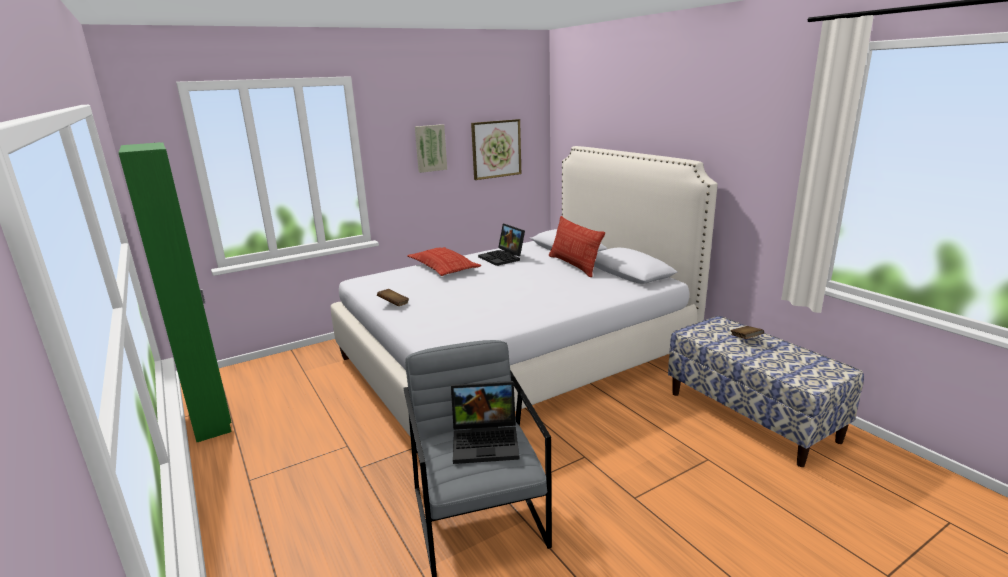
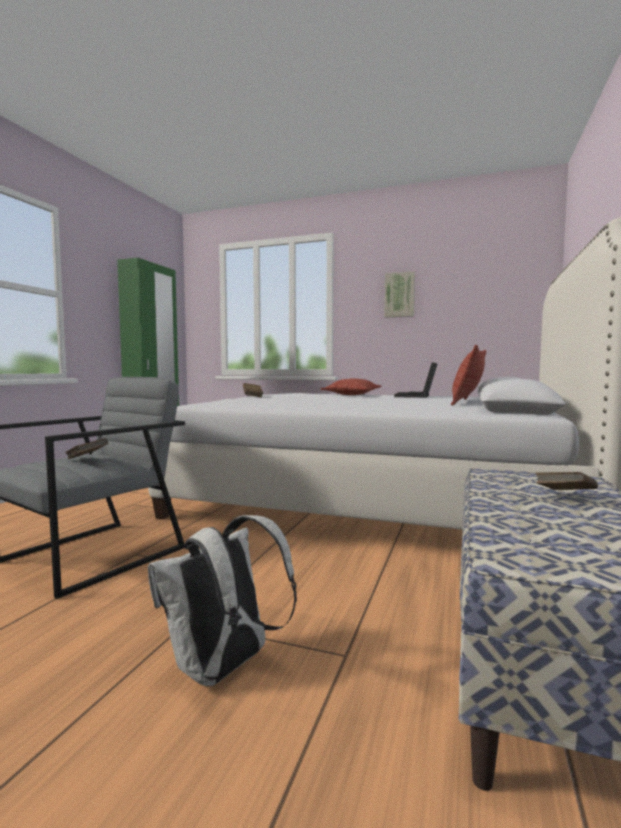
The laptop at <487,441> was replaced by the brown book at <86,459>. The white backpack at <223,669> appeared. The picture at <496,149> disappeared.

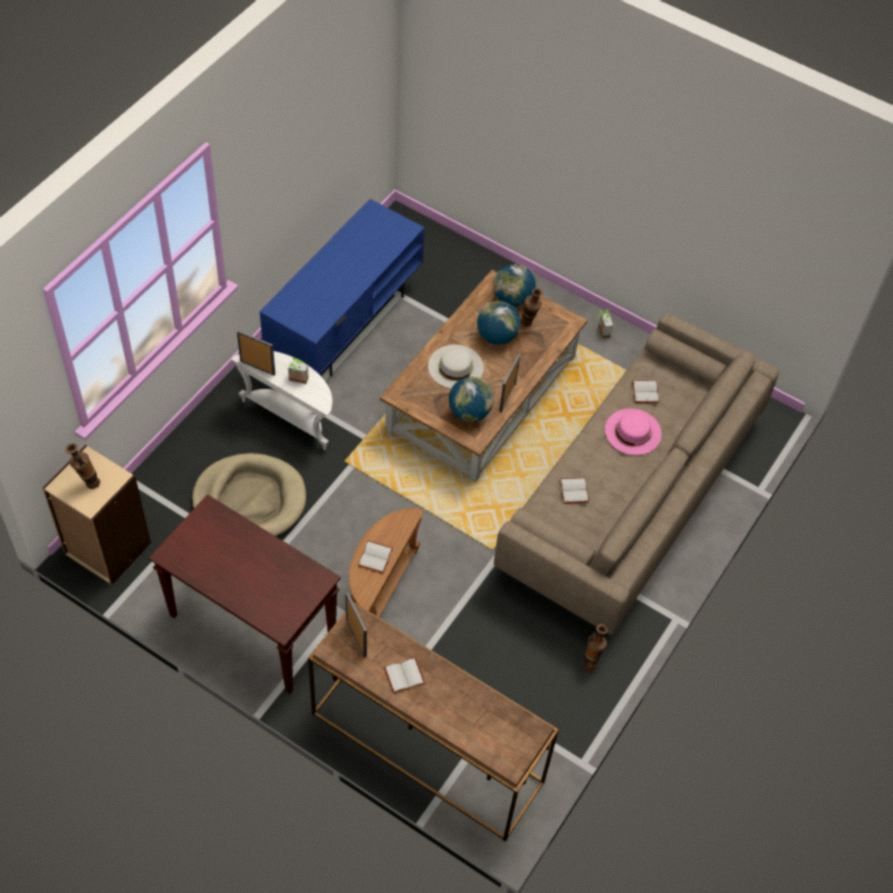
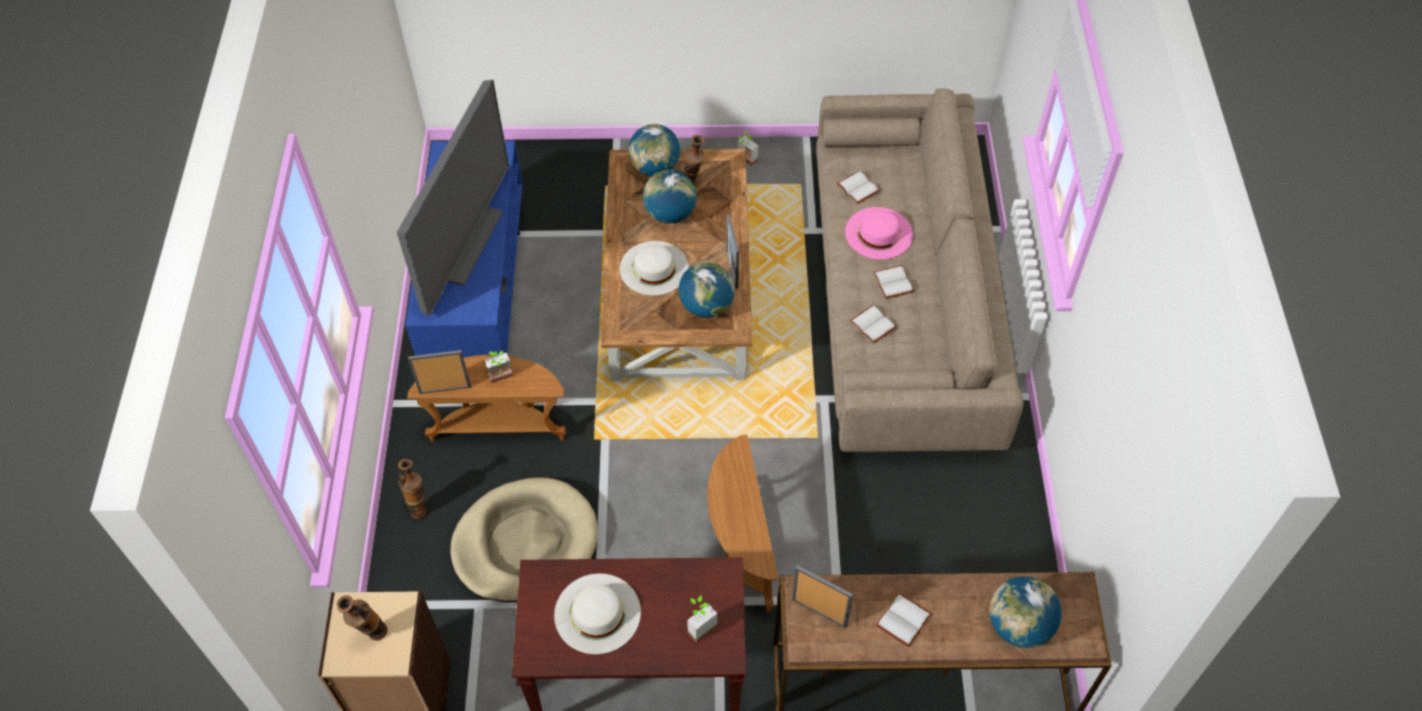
The television at <462,241> appeared. The vase moved from <591,662> to <419,507>. The white side table at <291,416> became the brown side table at <498,426>. The white hat at <597,613> appeared. The potted plant at <698,625> appeared. The white book moved from <376,558> to <894,283>. The globe at <1018,626> appeared.

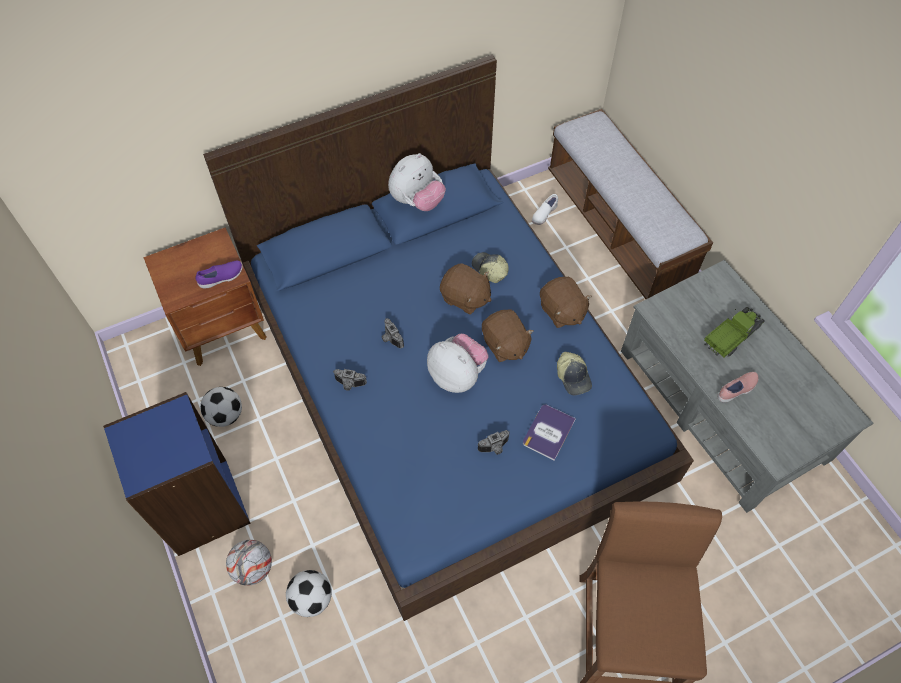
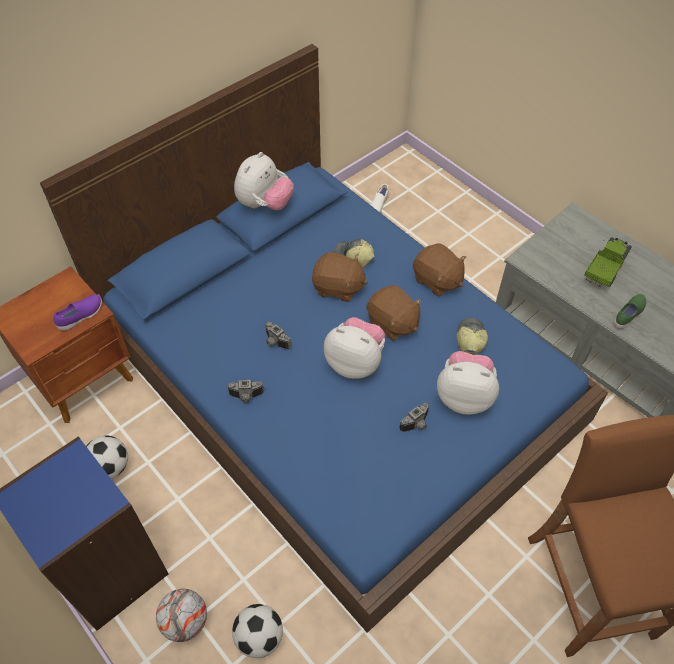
The book at <548,432> was replaced by the plush toy at <464,396>. The cap at <573,377> turned 135 degrees counterclockwise. The pink shoe at <737,390> became the green shoe at <629,315>. The bench at <617,227> disappeared.

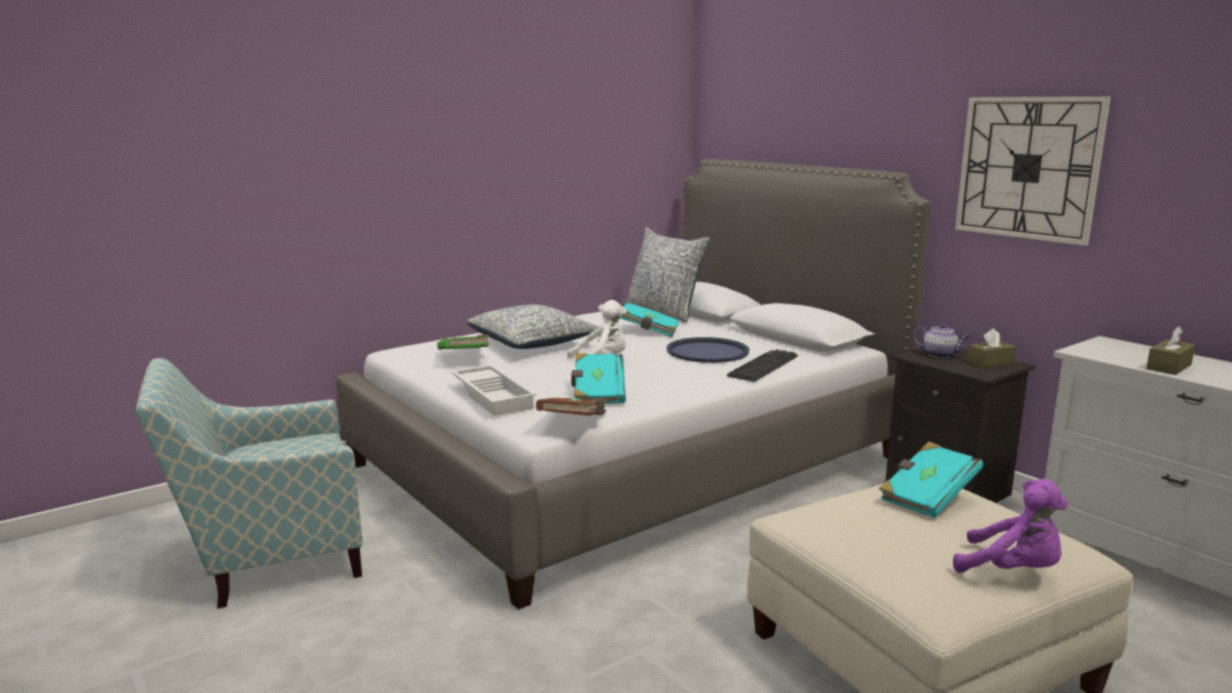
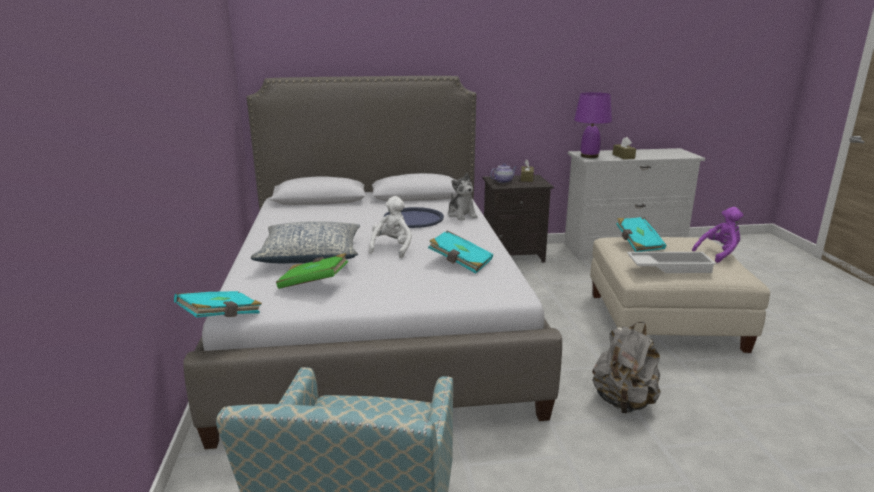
The turquoise book moved from <649,331> to <221,317>. The keyboard at <763,366> was replaced by the plush toy at <462,215>. The purple table lamp at <589,156> appeared. The grey backpack at <624,402> appeared. The white tray moved from <494,396> to <669,266>. The brown book at <575,423> disappeared. The pillow at <664,312> disappeared. The wall clock at <1028,168> disappeared.

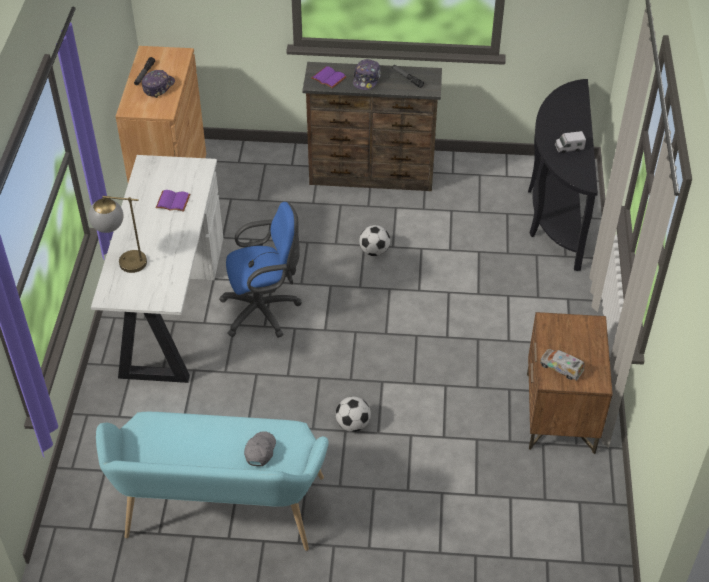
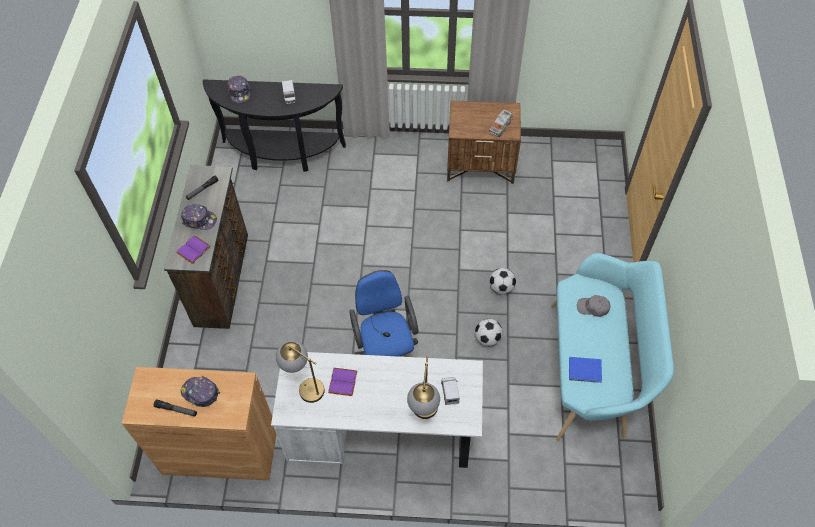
The cap at <239,92> appeared. The table lamp at <304,386> appeared. The toy truck at <450,392> appeared. The football moved from <374,251> to <487,338>. The blue book at <585,371> appeared.

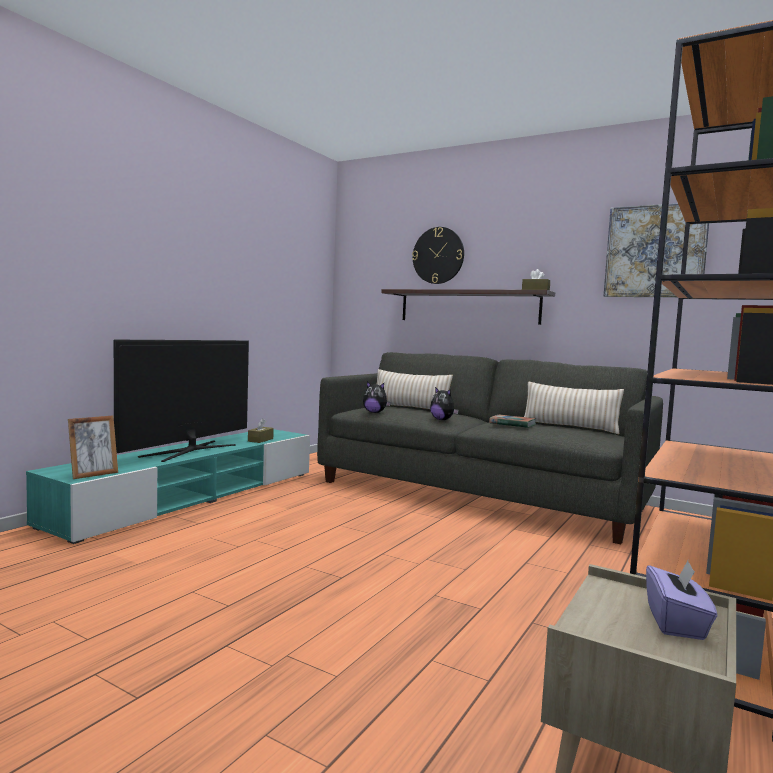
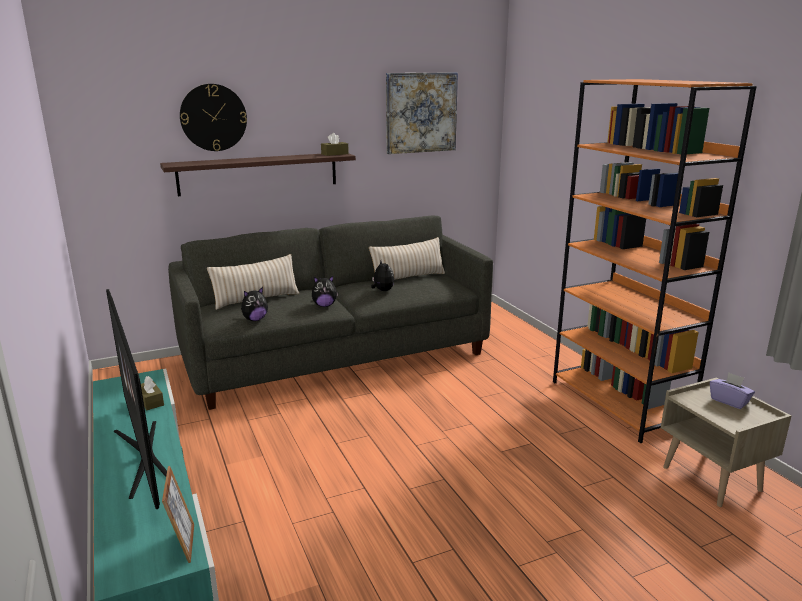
The book at <512,424> was replaced by the plush toy at <382,290>.

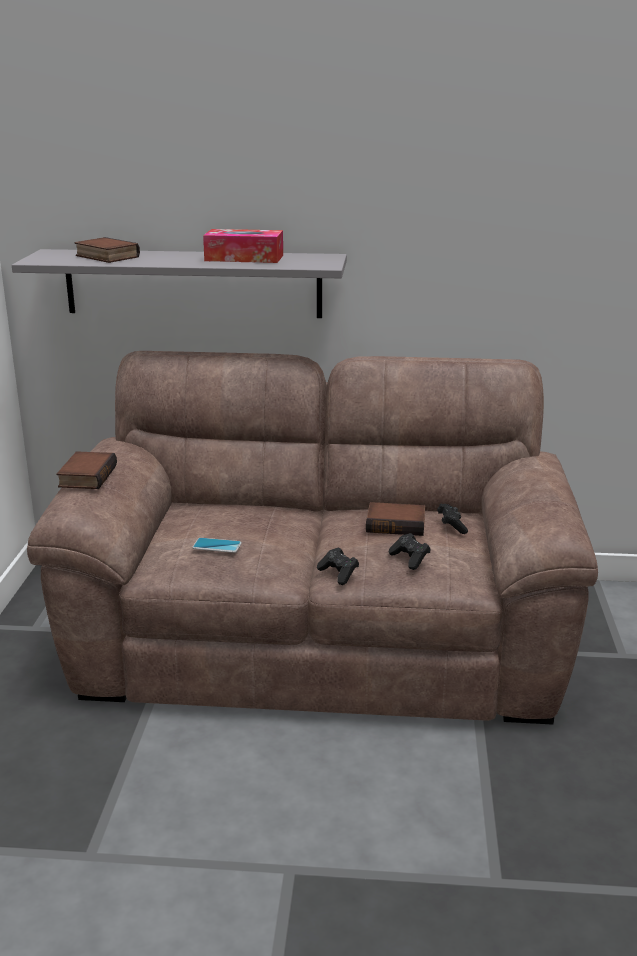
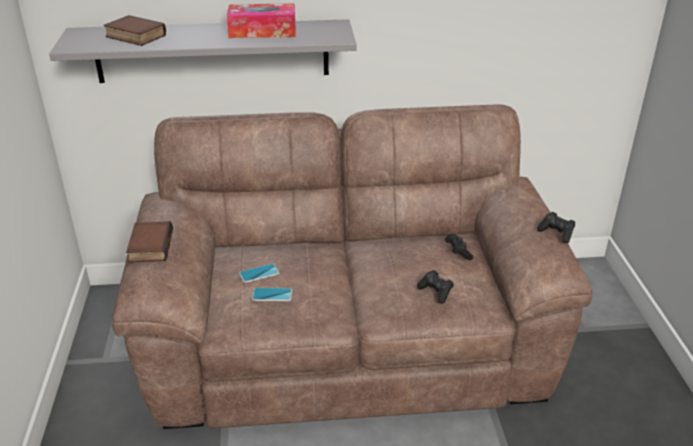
The phone at <259,273> appeared. The black game controller moved from <338,574> to <556,233>. The book at <396,524> disappeared.

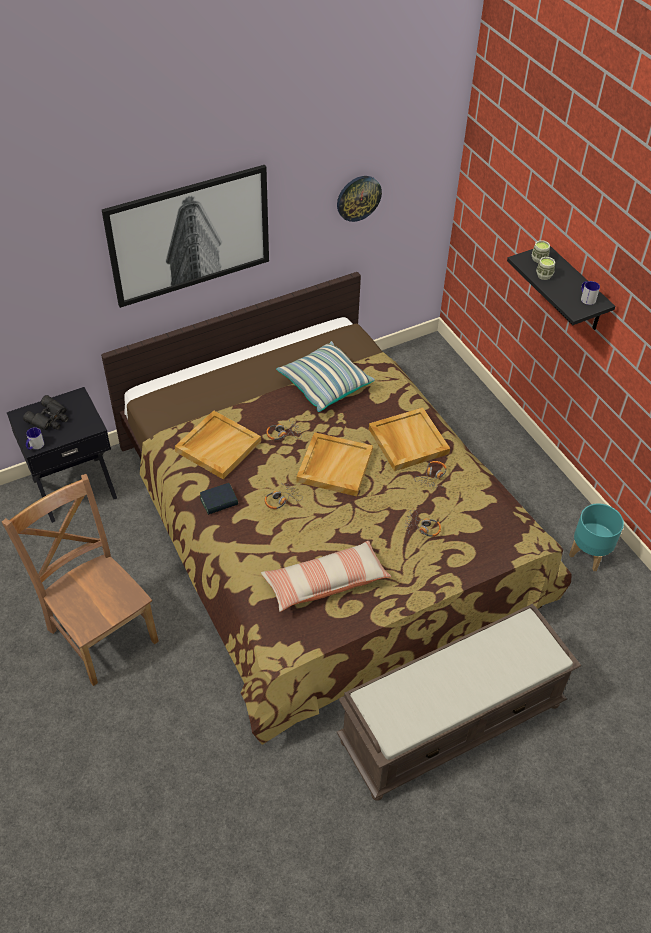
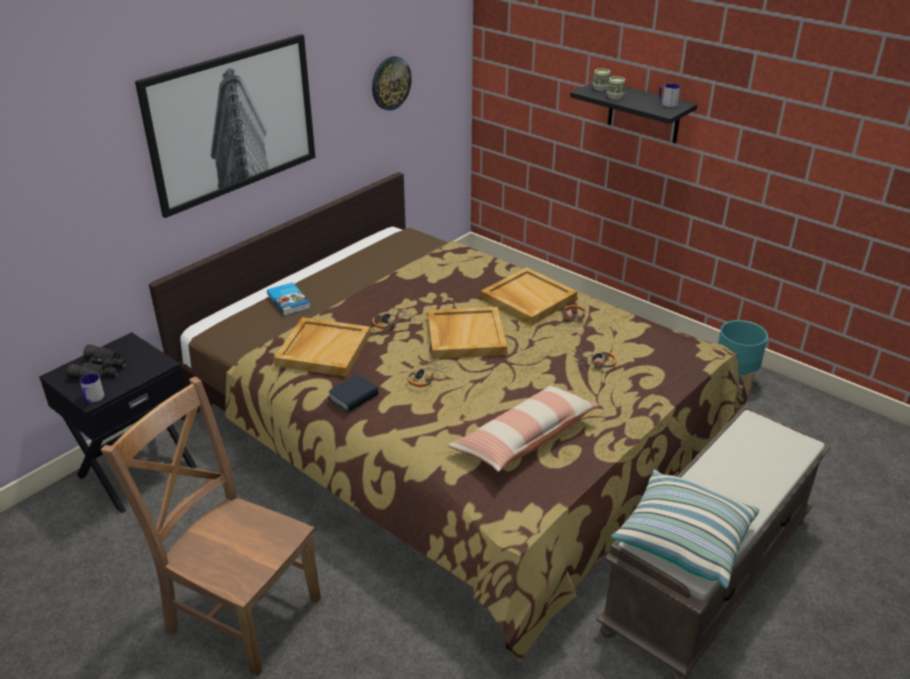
The book at <289,301> appeared. The pillow moved from <324,385> to <683,540>.

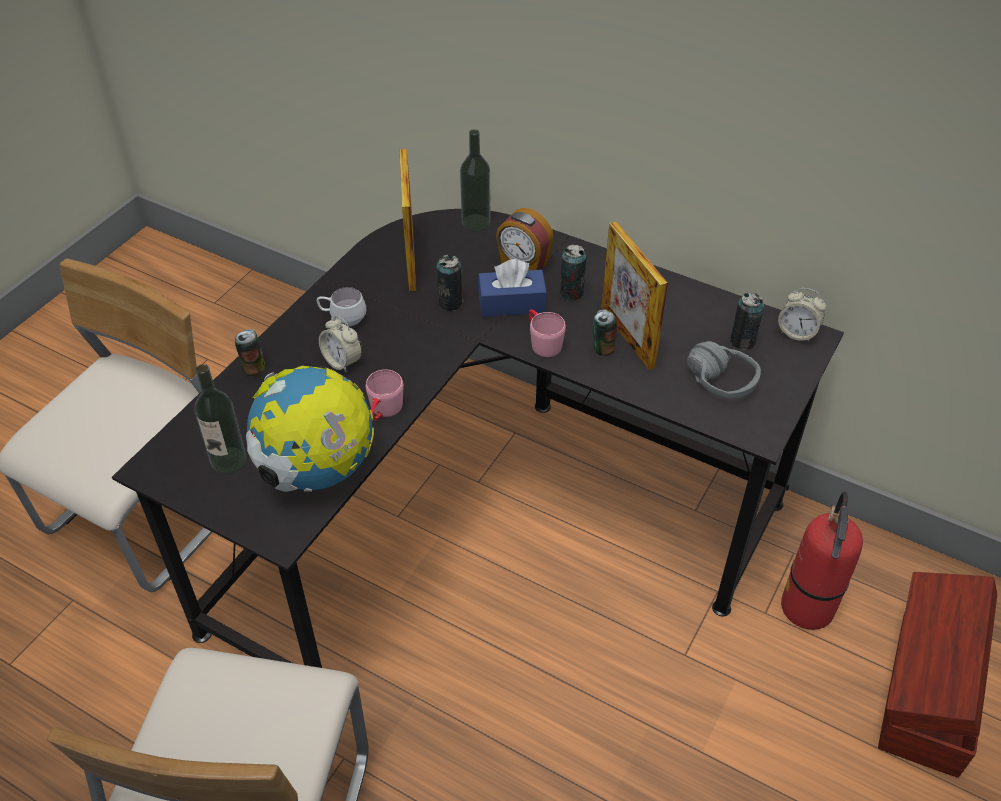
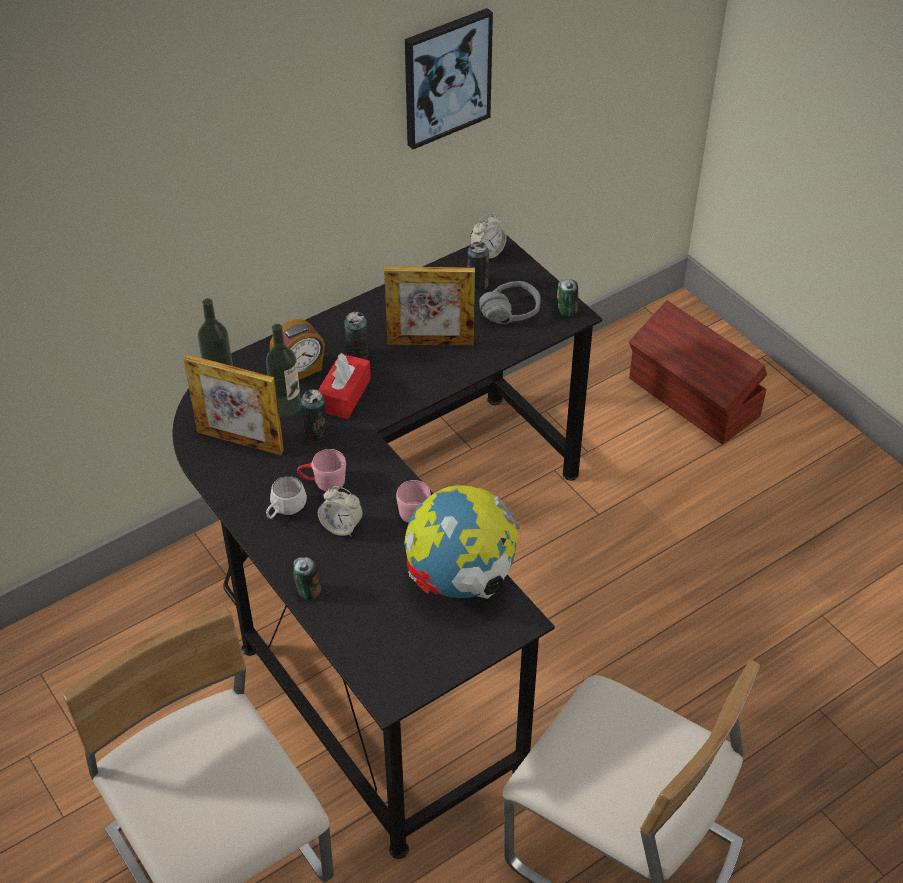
The bottle moved from <228,460> to <286,406>. The pink mug moved from <542,342> to <323,482>. The blue tissue box at <512,303> became the red tissue box at <344,395>. The alarm clock at <342,361> turned 45 degrees clockwise. The picture at <446,77> appeared. The can moved from <602,348> to <566,311>. The fire extinguisher at <807,608> disappeared.

